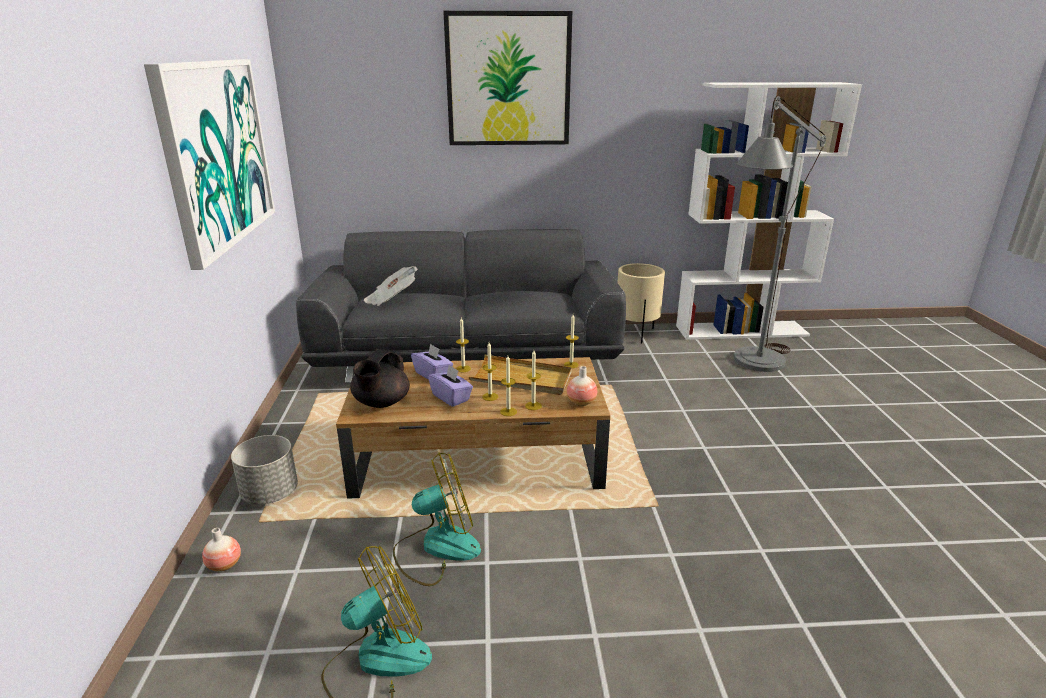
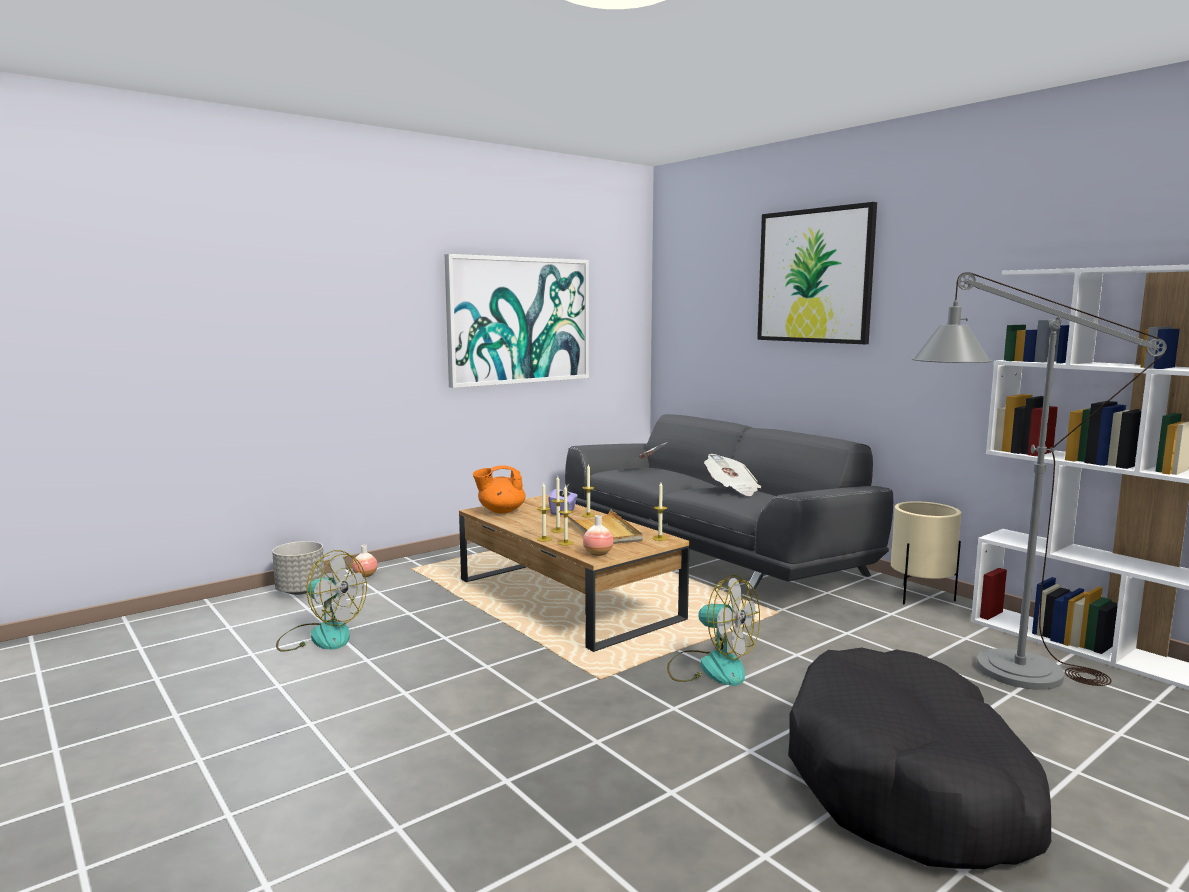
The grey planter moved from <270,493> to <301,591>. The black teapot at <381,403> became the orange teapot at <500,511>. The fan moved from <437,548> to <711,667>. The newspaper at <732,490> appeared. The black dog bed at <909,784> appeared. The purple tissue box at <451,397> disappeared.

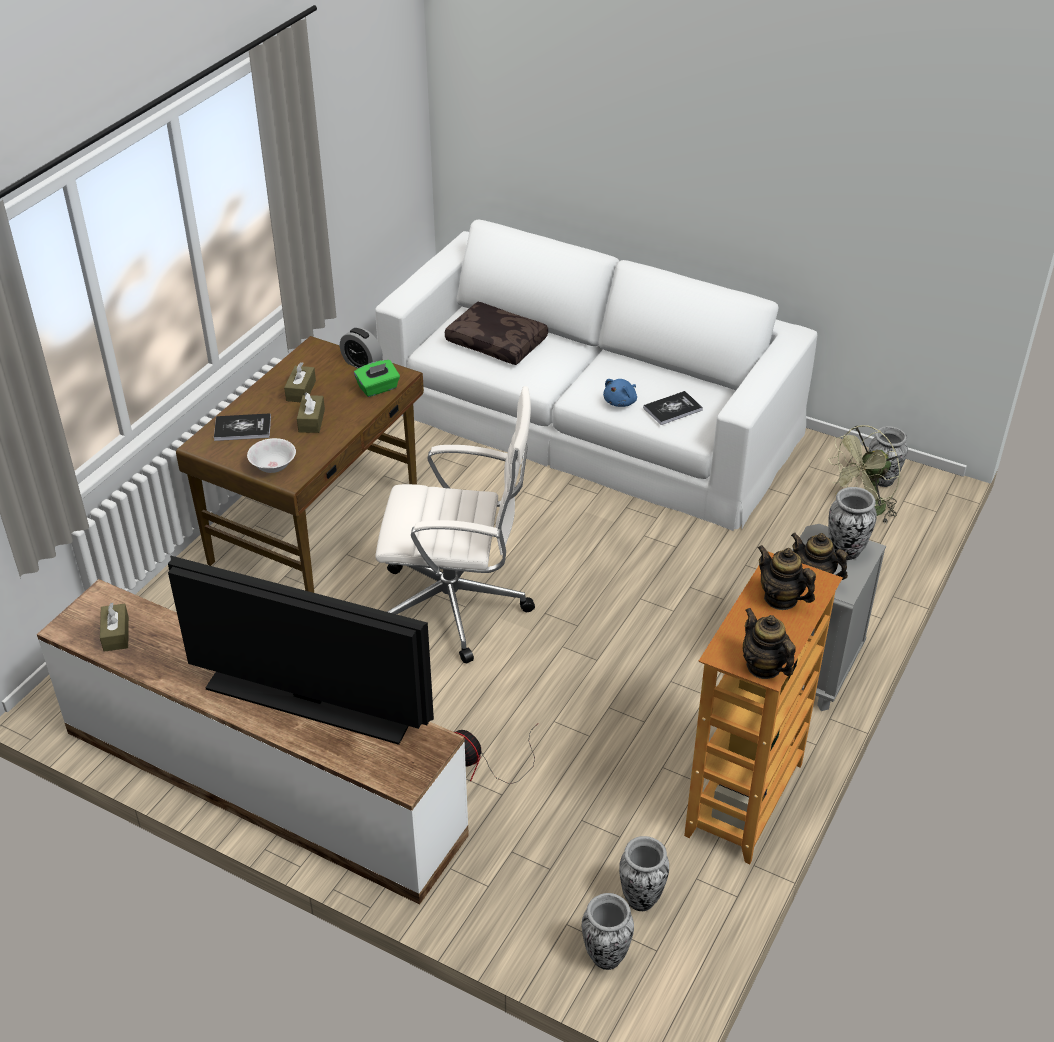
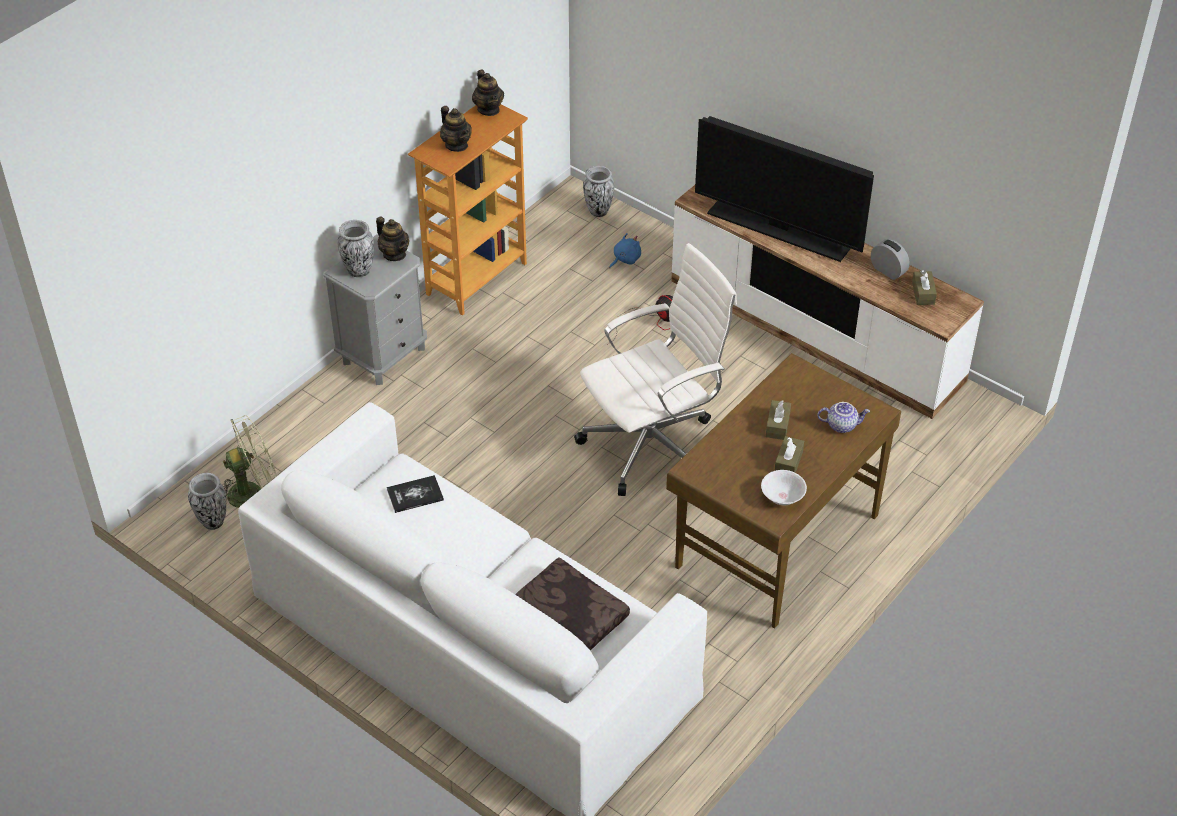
The white office chair at <457,606> turned 135 degrees clockwise. The blue plush toy moved from <621,402> to <625,259>. The white bowl moved from <273,466> to <782,497>. The book at <242,428> was replaced by the teapot at <842,425>. The alarm clock moved from <362,364> to <888,271>. The green tissue box at <378,388> disappeared. The vase at <641,899> disappeared.

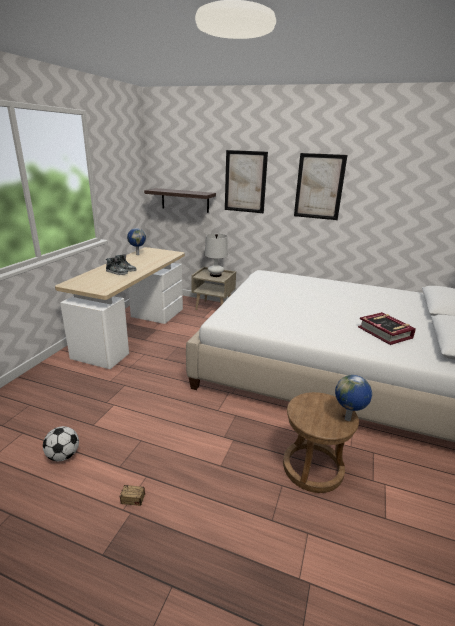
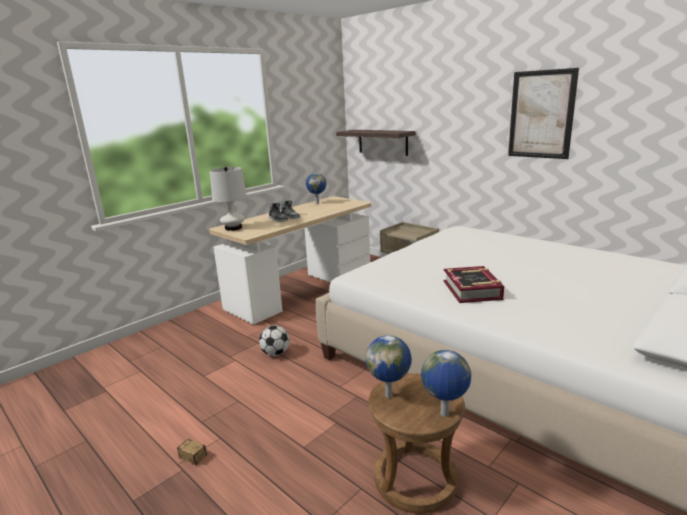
The white table lamp moved from <215,275> to <233,228>. The football moved from <63,456> to <275,353>. The globe at <389,395> appeared. The book moved from <385,332> to <472,290>. The picture at <245,182> disappeared.

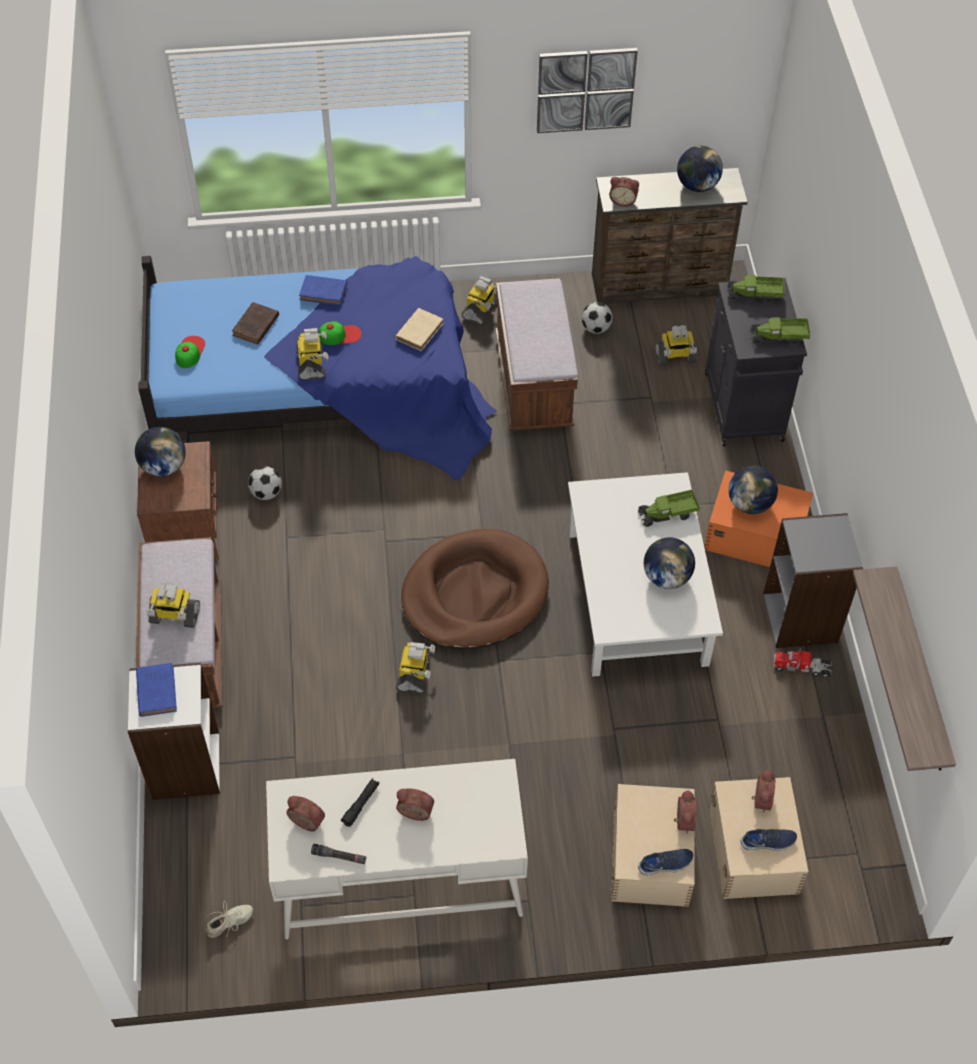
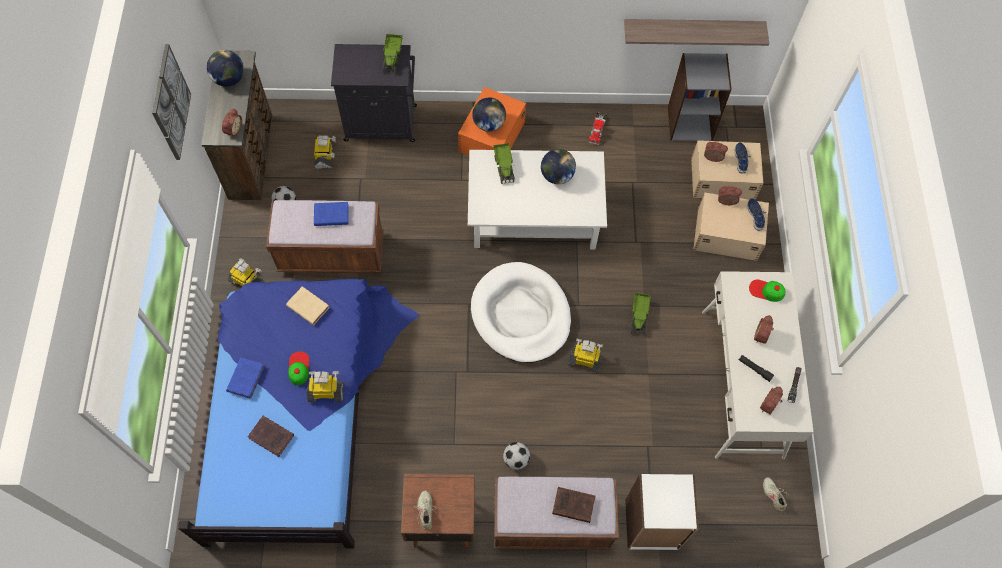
The blue book moved from <156,690> to <330,215>. The globe at <163,467> was replaced by the beige shoe at <426,511>. The brown dog bed at <474,594> became the white dog bed at <521,314>. The football moved from <266,493> to <516,459>. The toy robot at <174,616> was replaced by the brown book at <572,505>. The toy truck moved from <755,295> to <639,316>. The grey bookcase moved from <801,618> to <689,123>. The cap moved from <189,351> to <766,291>.

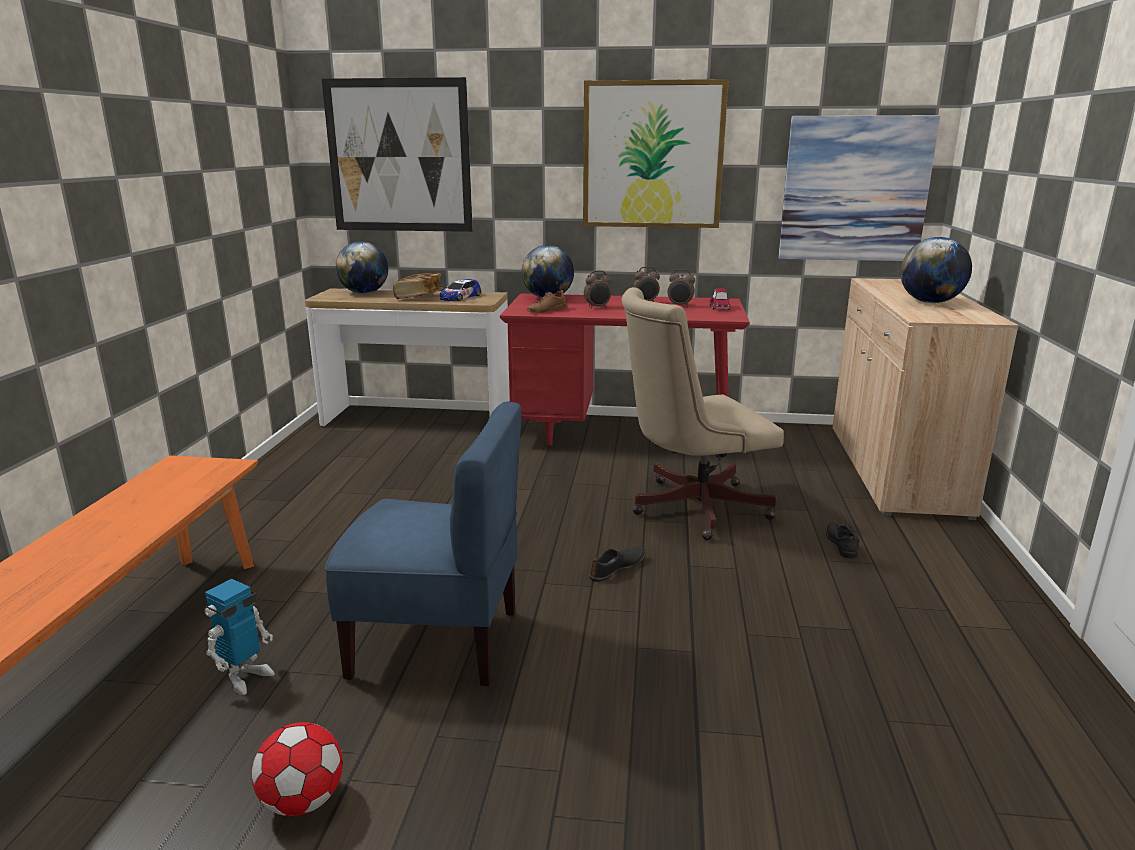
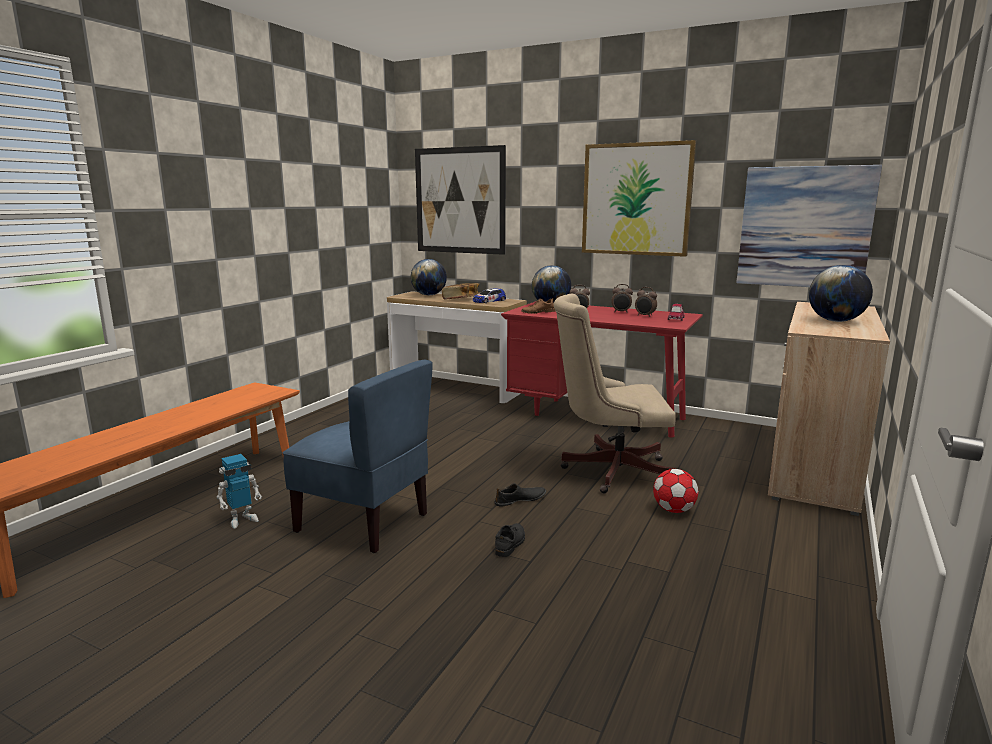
The black shoe moved from <841,544> to <510,543>. The football moved from <303,801> to <674,510>.

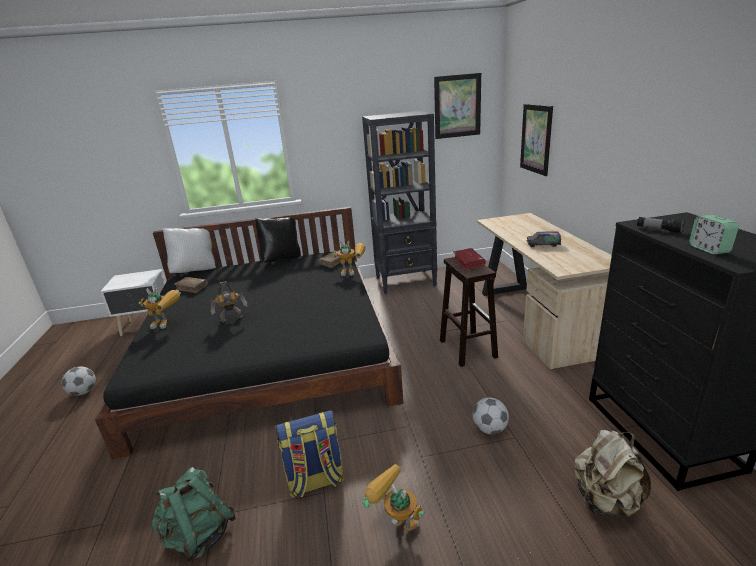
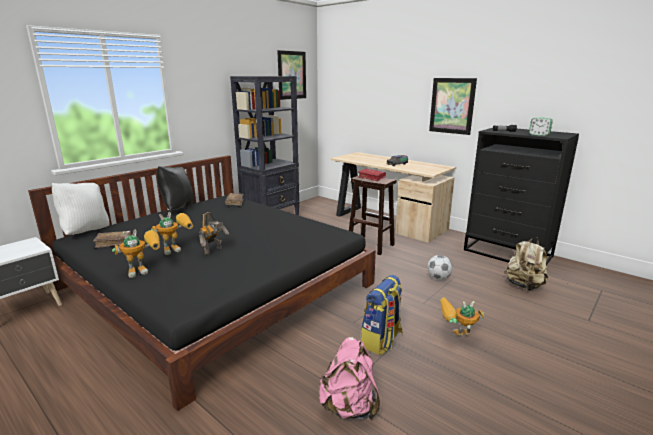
The toy robot moved from <353,272> to <177,248>. The green backpack at <199,535> became the pink backpack at <349,407>. The picture moved from <536,139> to <452,106>. The football at <83,392> disappeared.

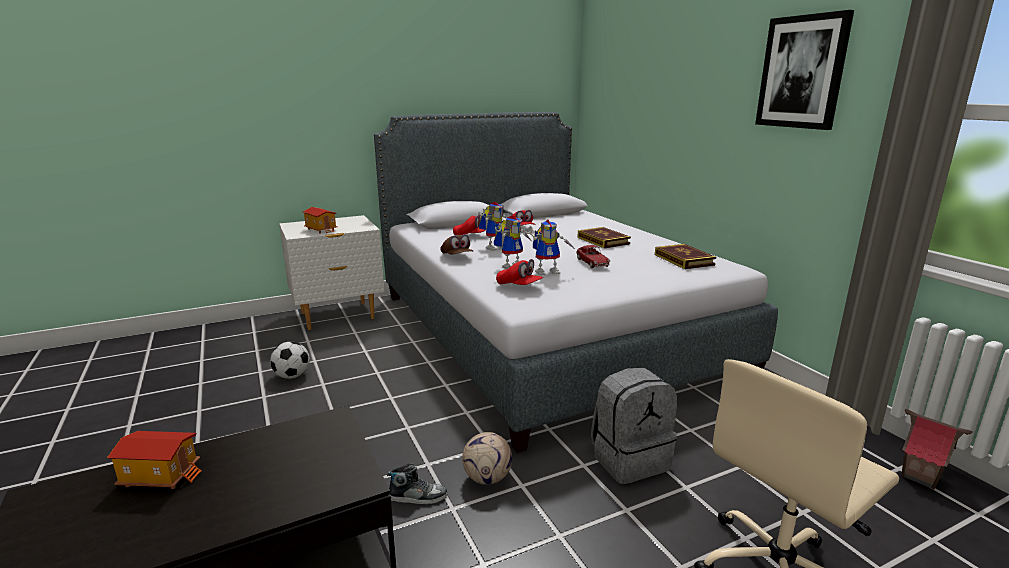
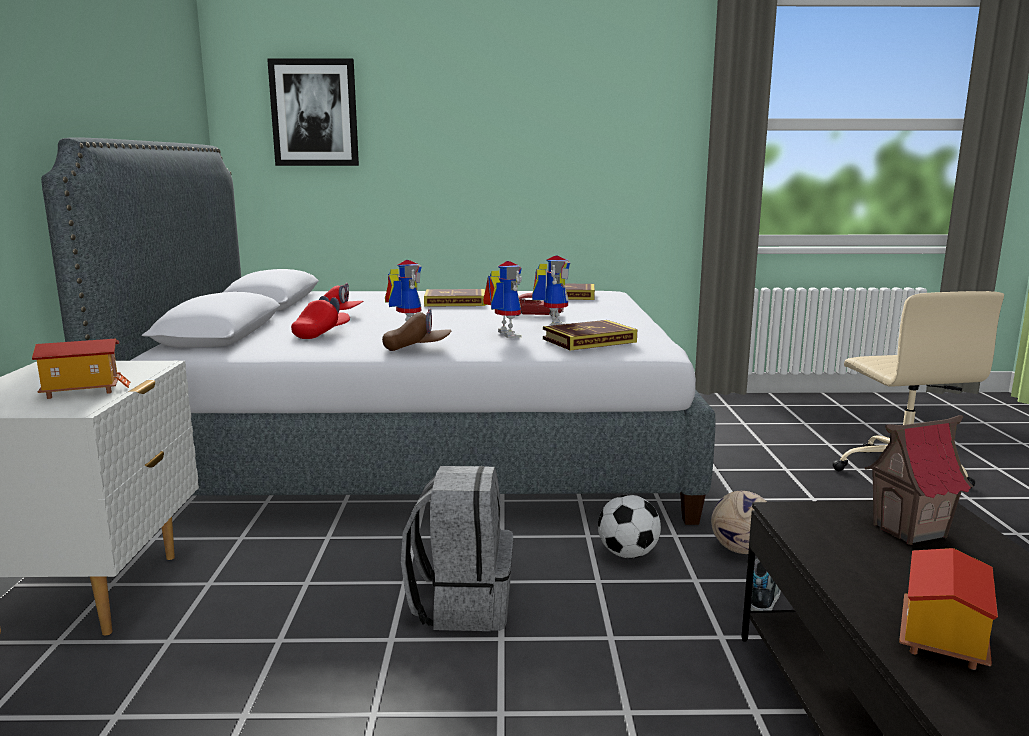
The picture moved from <802,72> to <314,113>. The grey backpack moved from <629,459> to <462,604>. The red cap at <519,286> was replaced by the book at <589,340>. The football moved from <292,376> to <628,554>. The toy house moved from <920,477> to <910,531>.

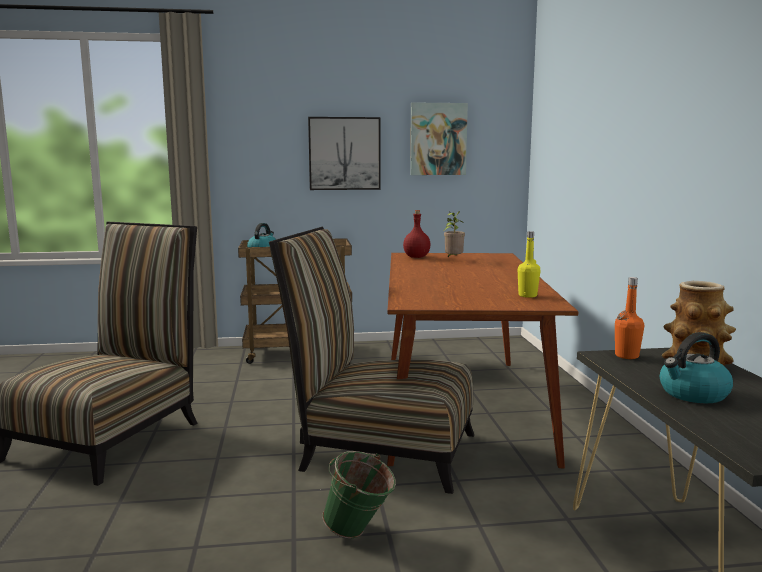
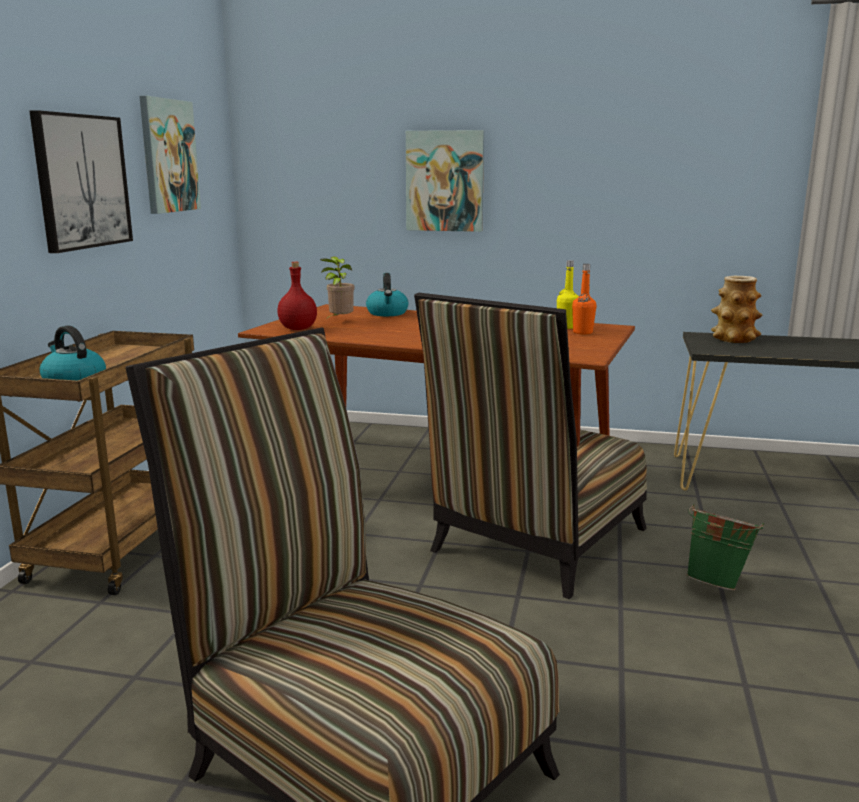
The kettle moved from <693,394> to <387,313>. The picture at <445,181> appeared. The orange bottle moved from <626,356> to <582,332>.

